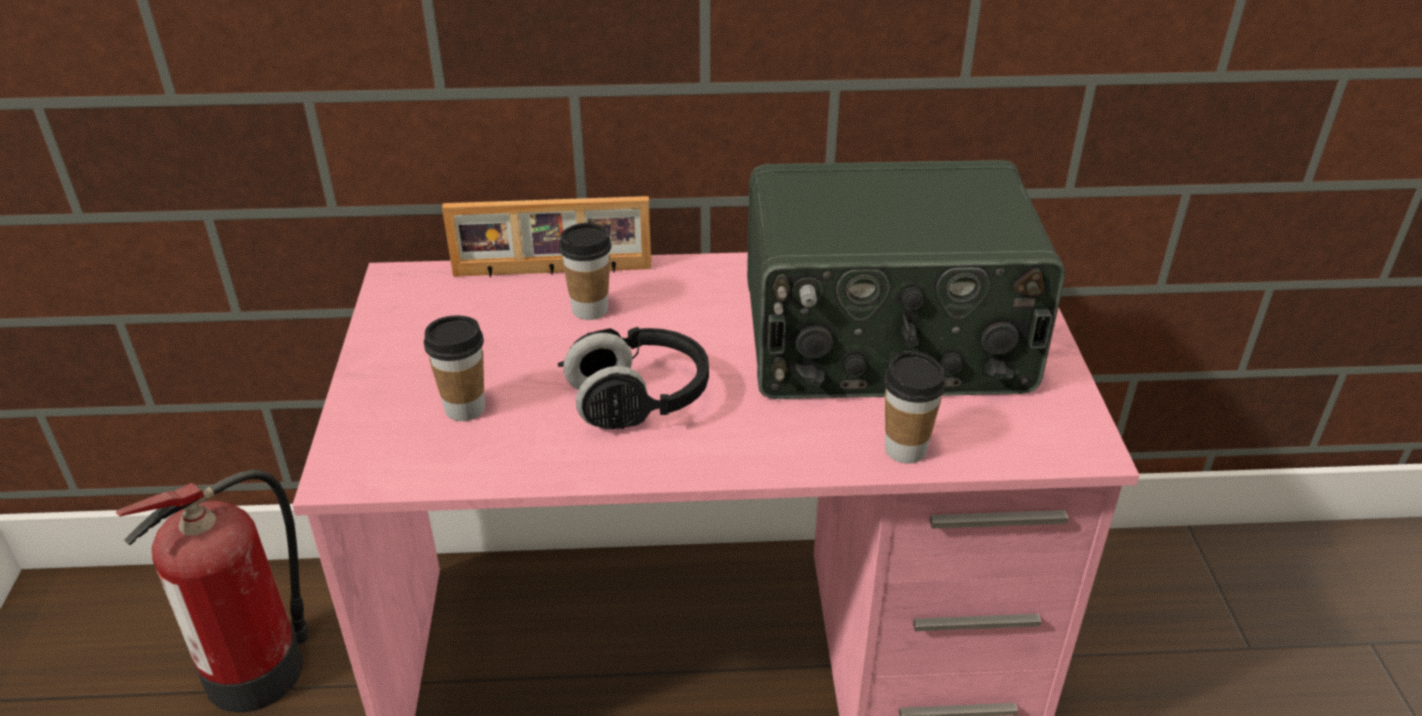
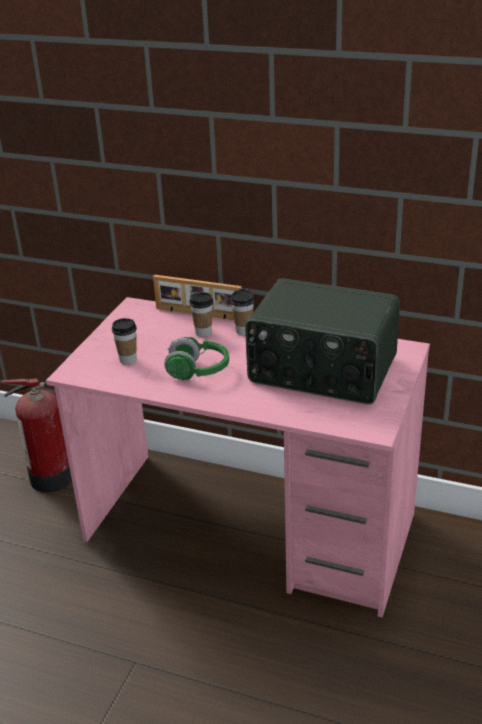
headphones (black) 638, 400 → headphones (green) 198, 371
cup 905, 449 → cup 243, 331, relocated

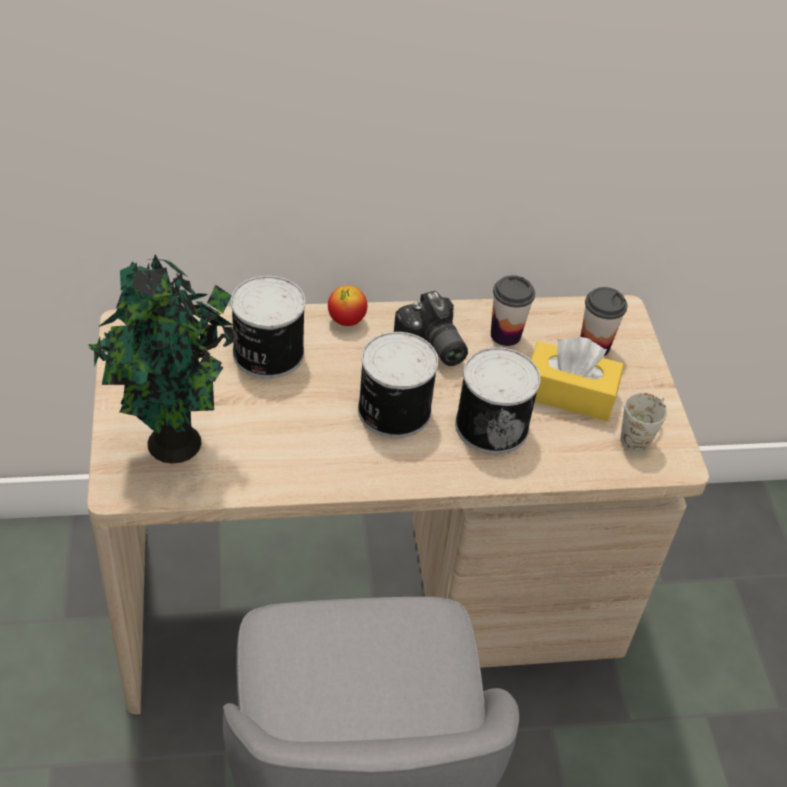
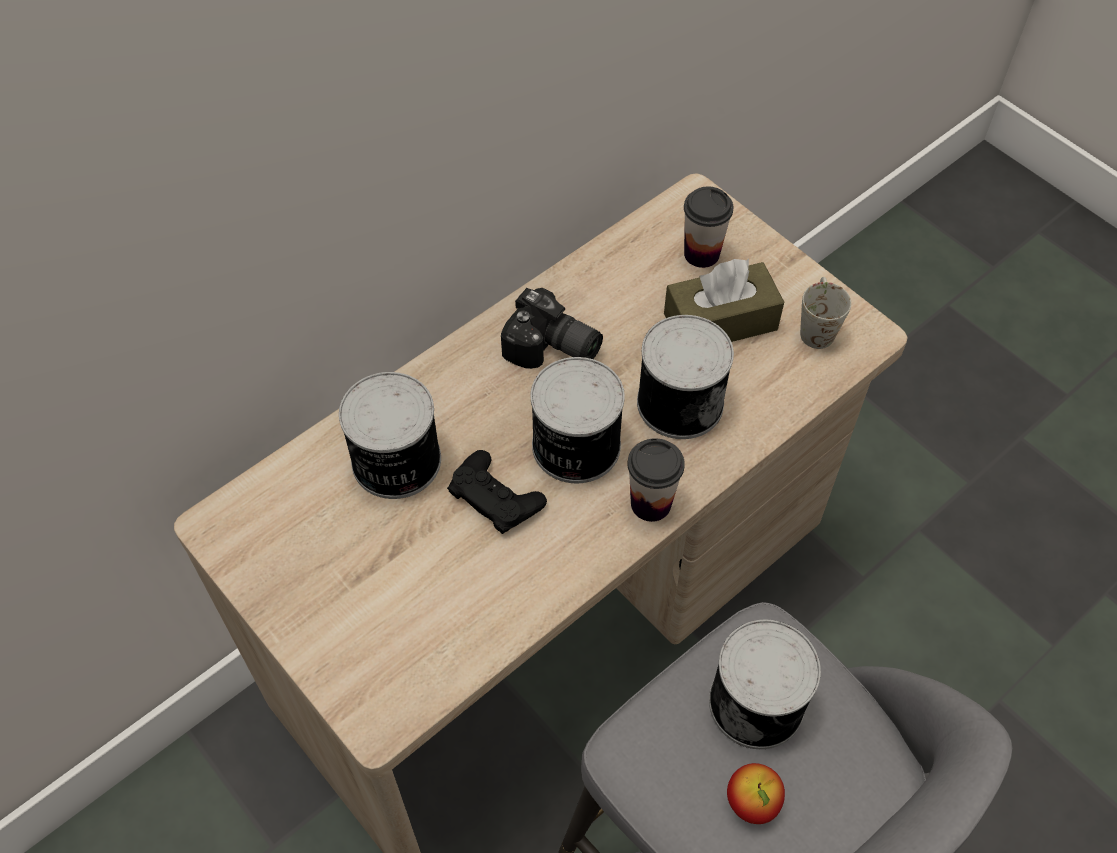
potted plant 175, 447 → -
apple 346, 321 → apple 752, 802, relocated
cup 505, 335 → cup 651, 503, relocated
tissue box (yellow) 568, 394 → tissue box (brown) 720, 322
- → game controller (black) 495, 497
- → can 758, 701

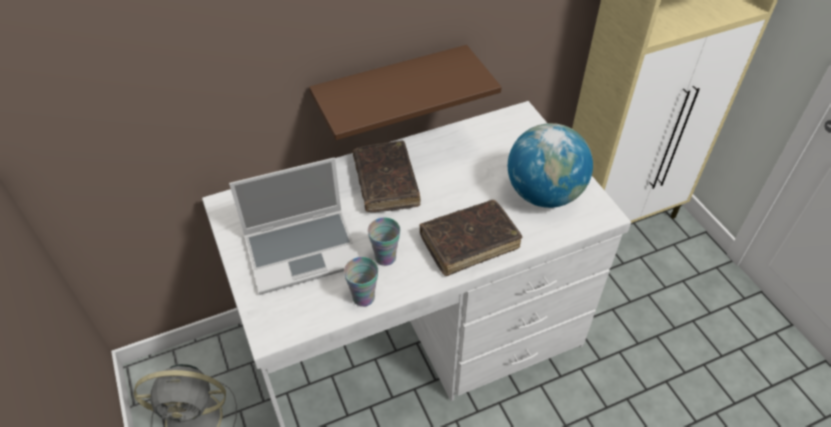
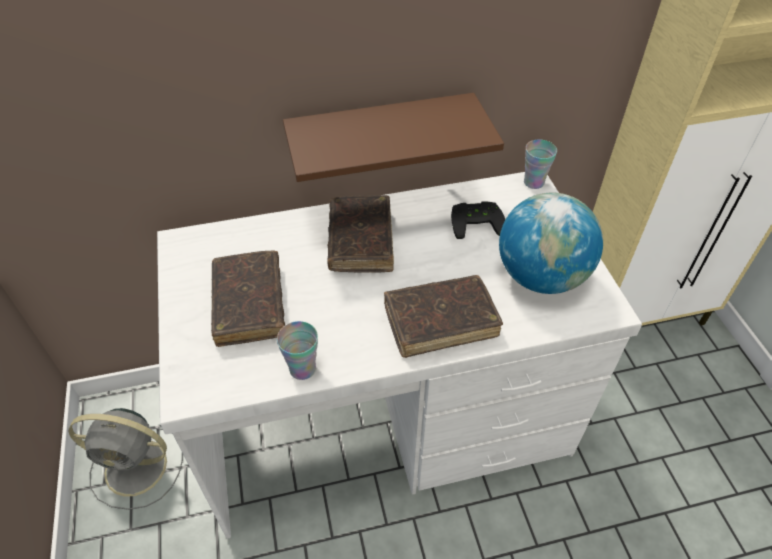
laptop 303, 250 → book (brown) 249, 304
cup 385, 257 → cup 533, 182, relocated
- → game controller (black) 476, 221

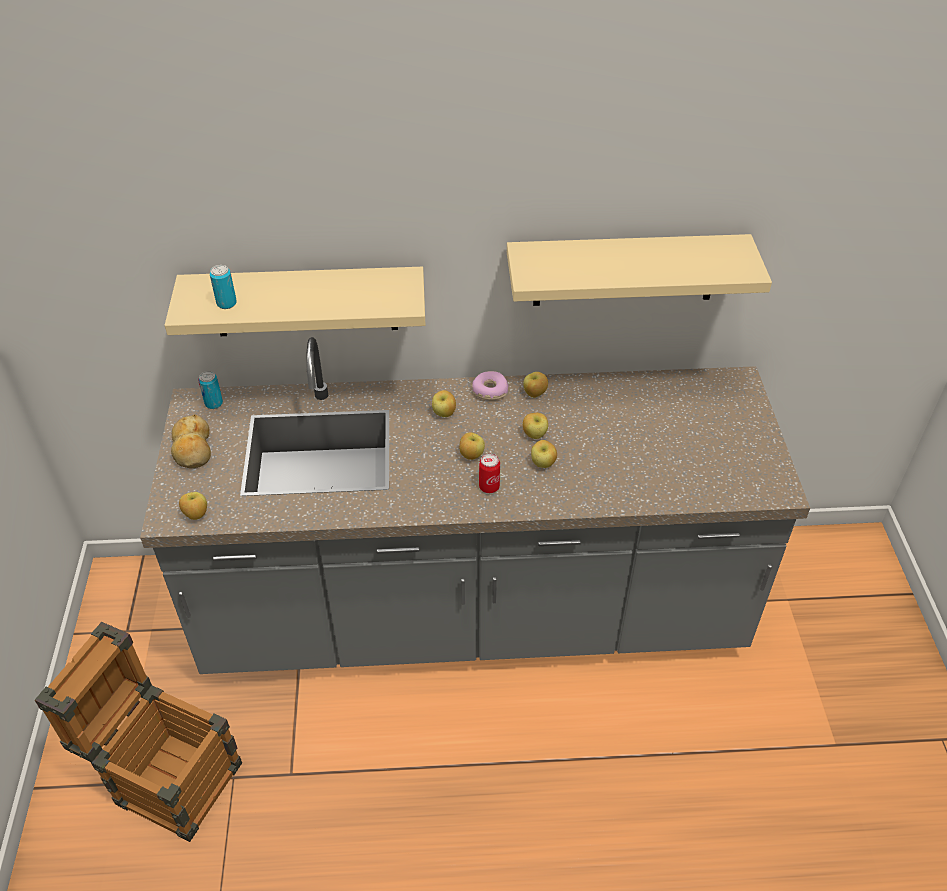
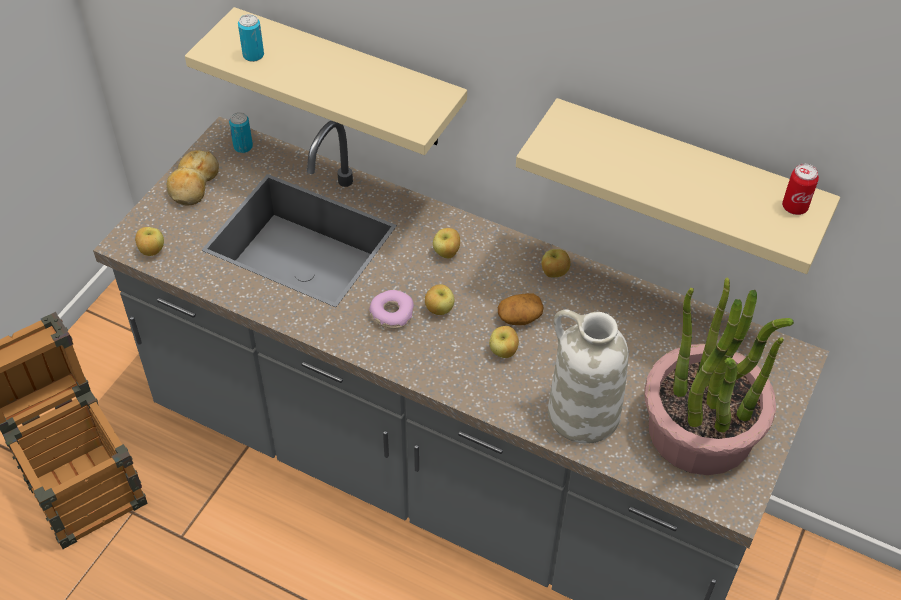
donut 489, 391 → donut 391, 314, relocated
can 489, 487 → can 794, 207, relocated
apple 535, 435 → potato 519, 317
- → vase (white) 582, 414
- → potted plant 700, 431

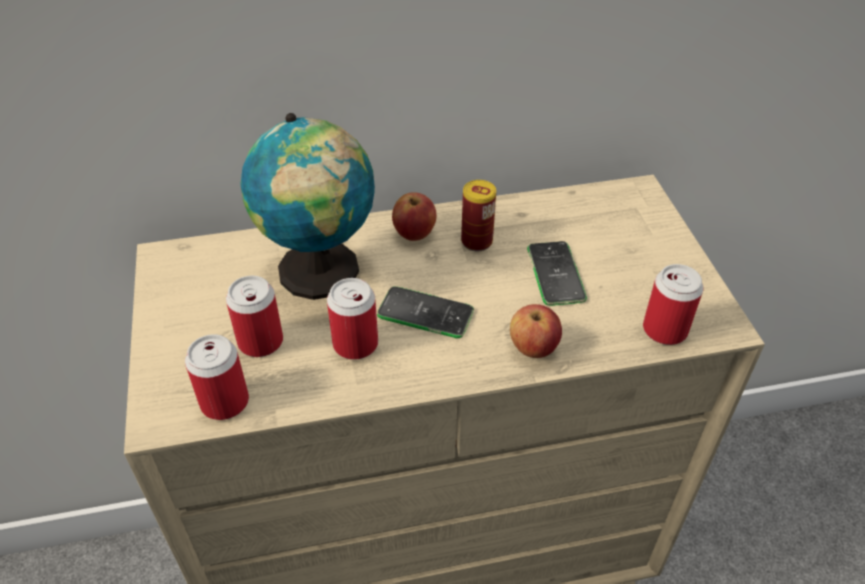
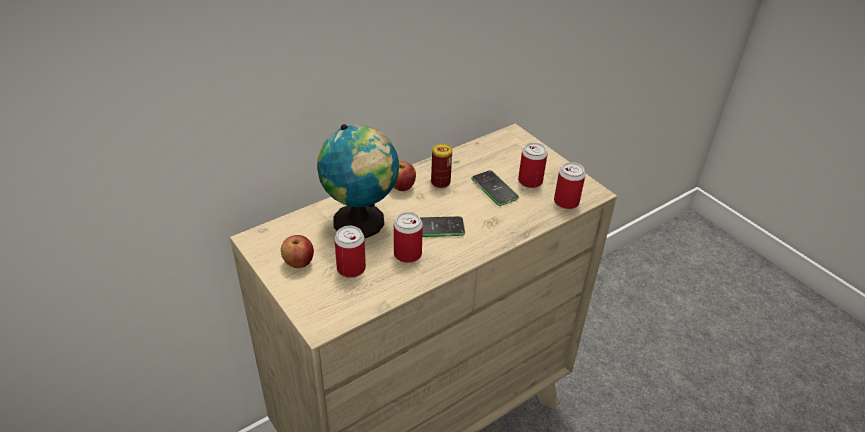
can 225, 402 → can 530, 181, relocated
apple 533, 348 → apple 299, 263, relocated

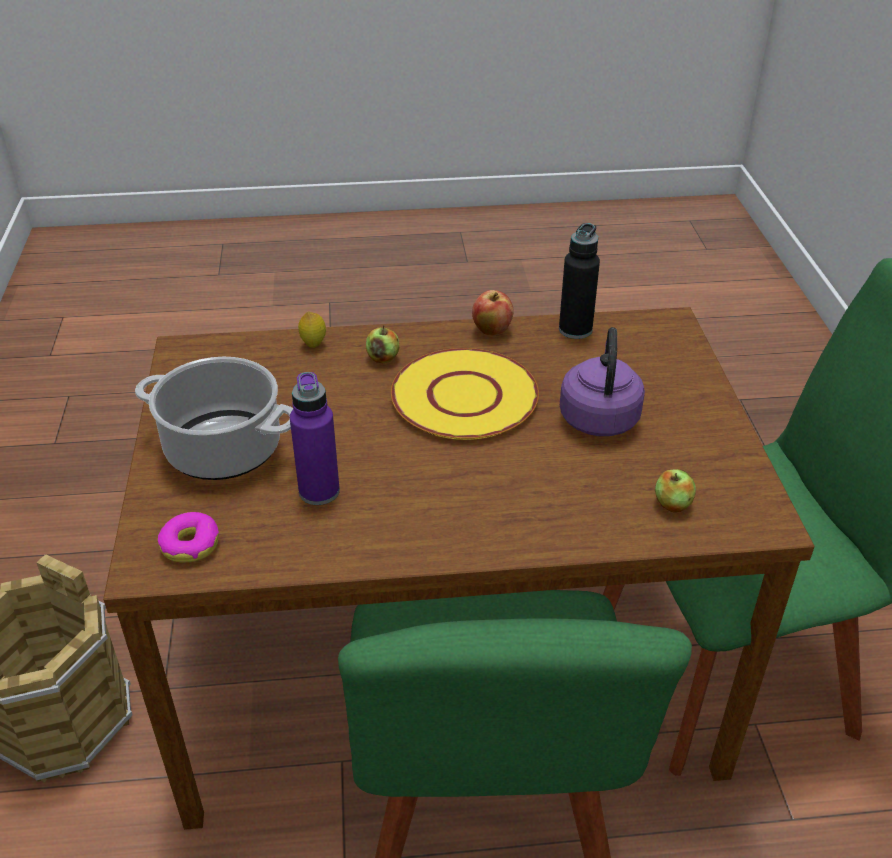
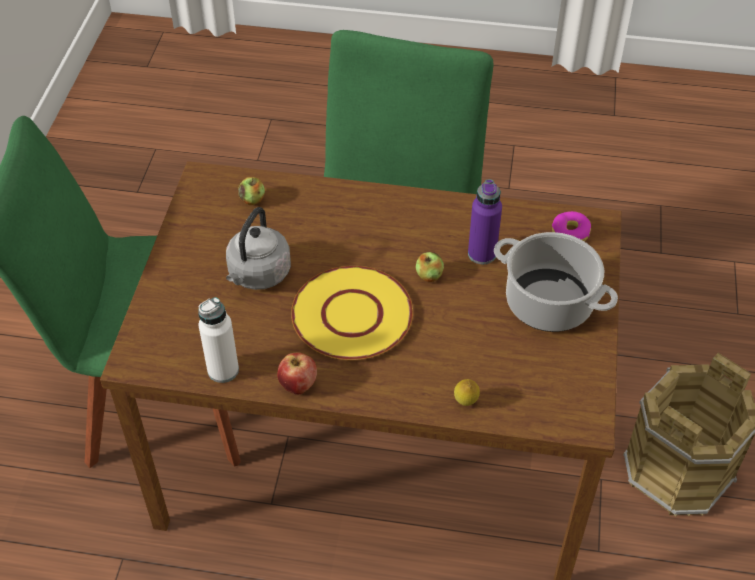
apple 383, 358 → apple 429, 275, relocated
bottle (black) 575, 330 → bottle (white) 223, 370
kettle (purple) 599, 416 → kettle (grey) 258, 275

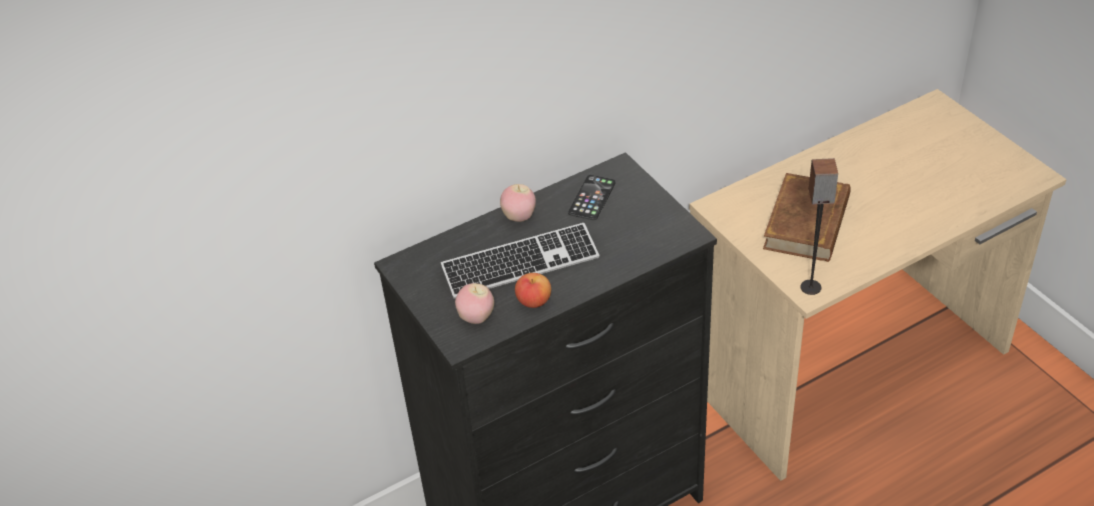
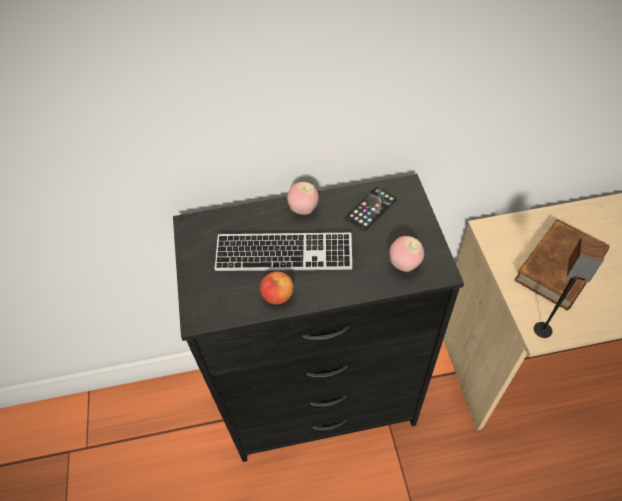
apple 476, 318 → apple 404, 264, relocated

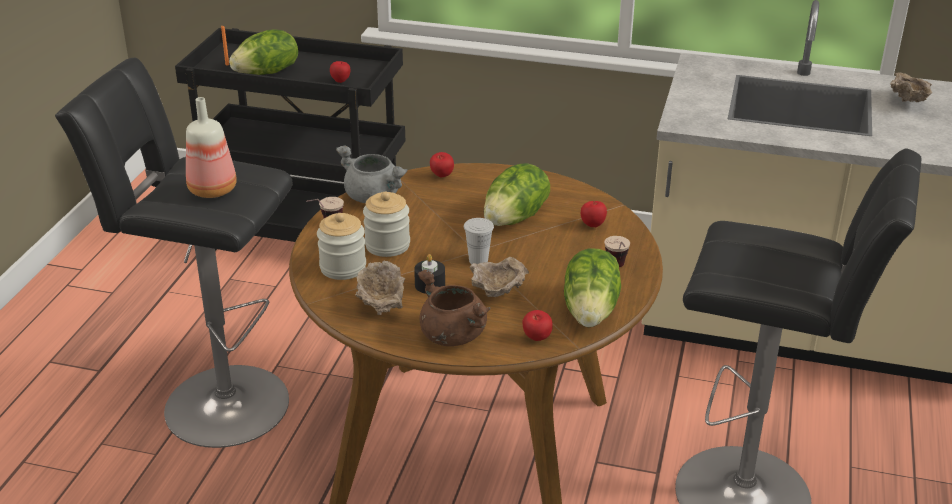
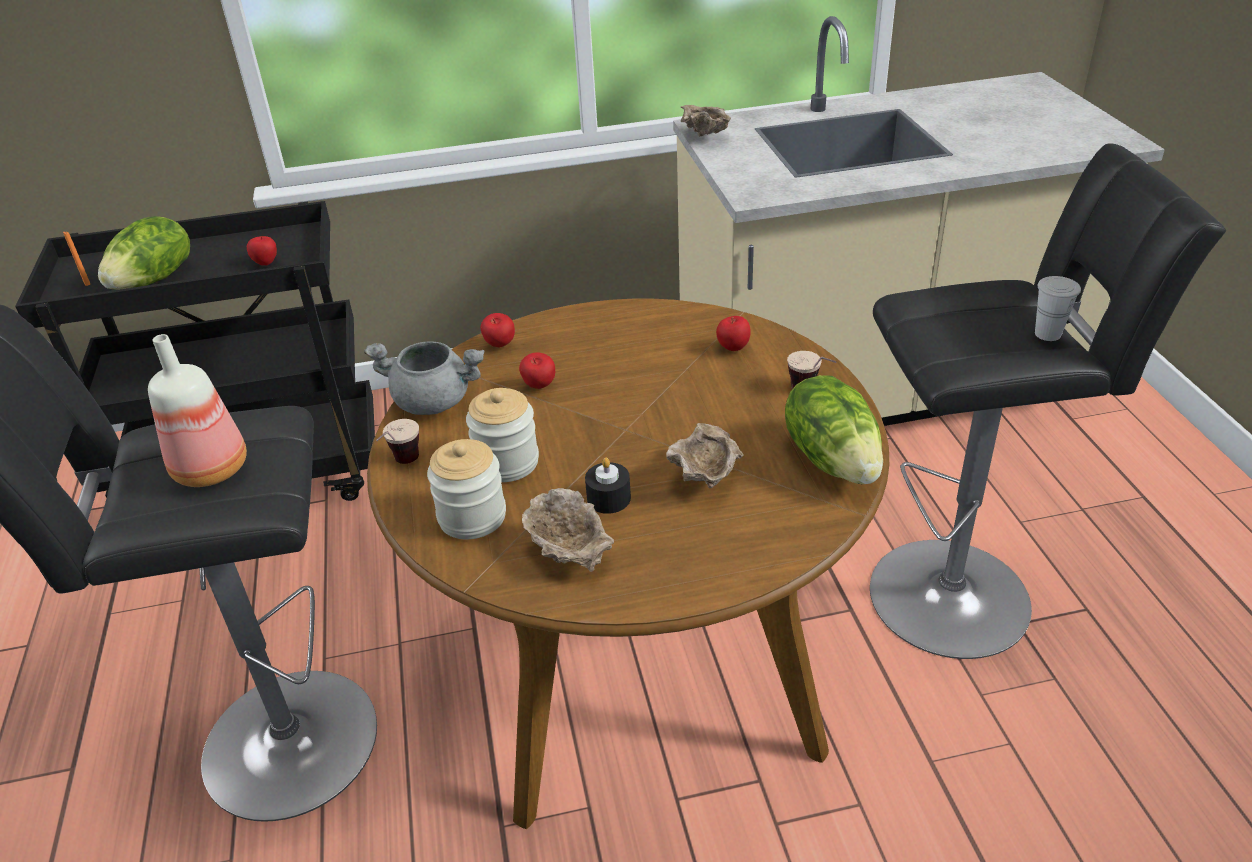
cooking pot (brown) 451, 335 → -
cup (white) 478, 260 → cup (white) 1047, 334, relocated
lettuce 516, 218 → -
apple 536, 339 → apple 539, 387, relocated
bowl (beige) 907, 102 → bowl (beige) 704, 136, relocated

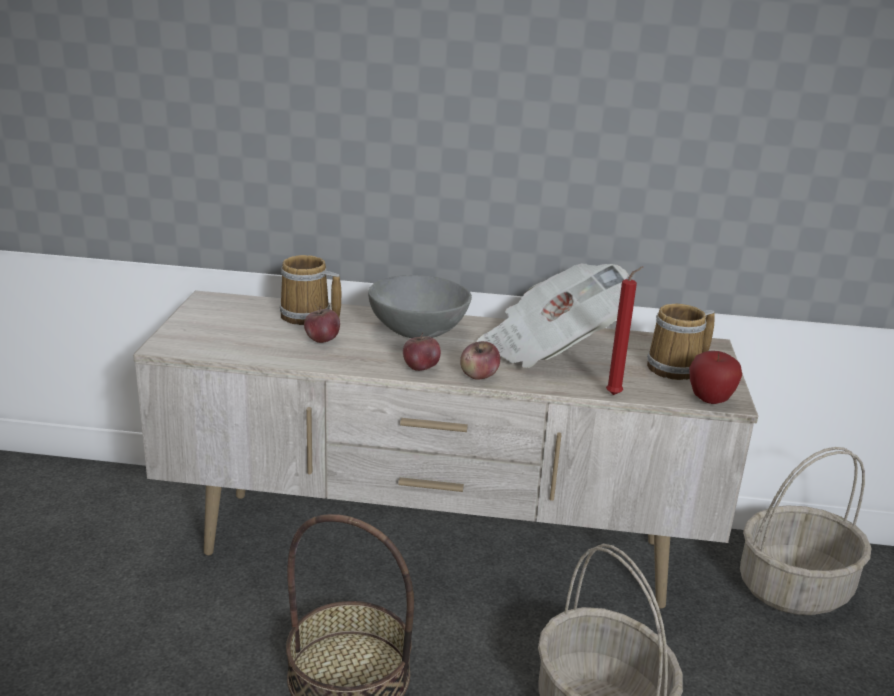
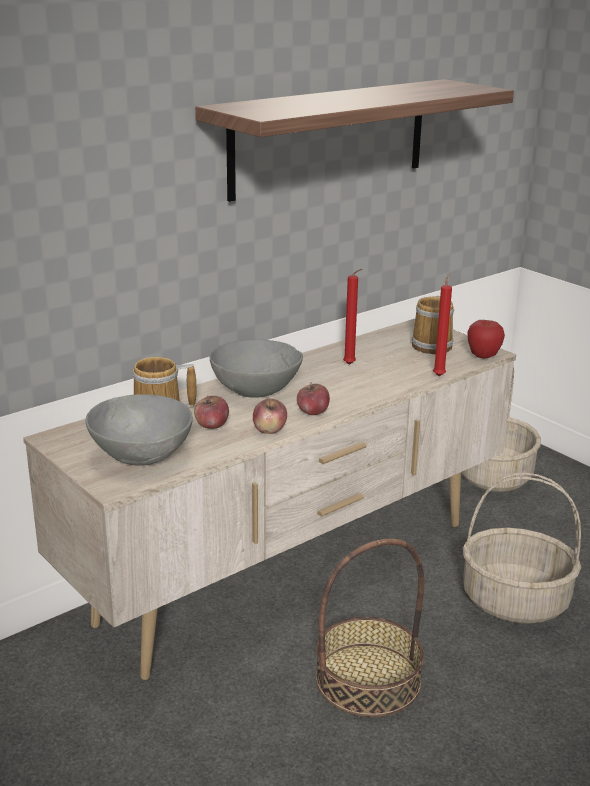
apple 479, 376 → apple 269, 430, relocated
newspaper 548, 348 → candle (red) 350, 365
- → bowl (grey) 142, 455
- → shelf 330, 138

